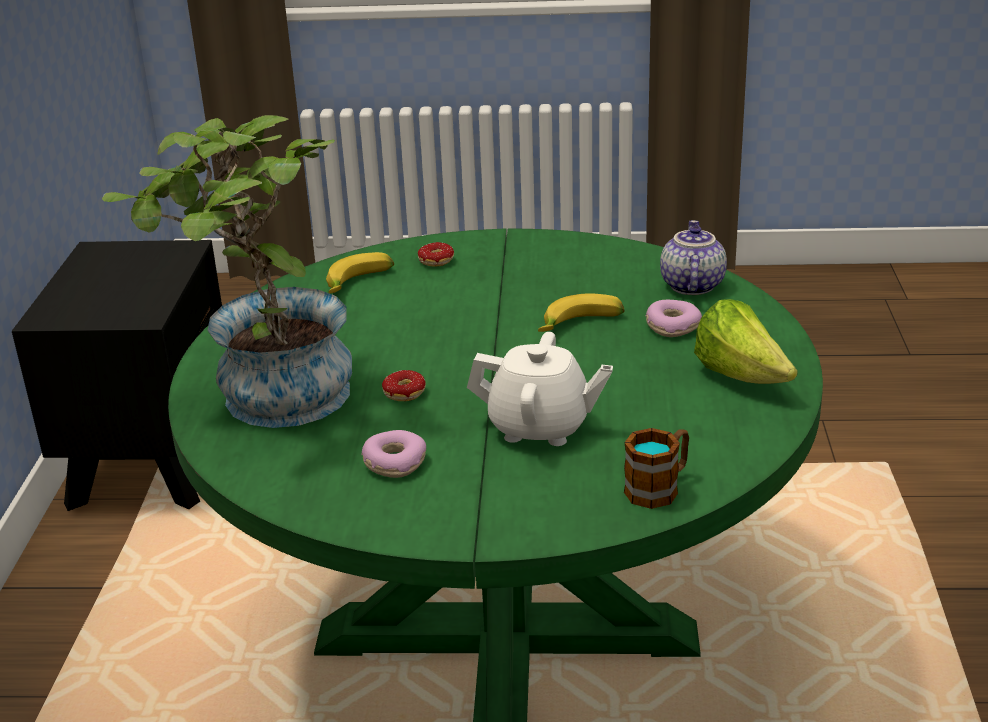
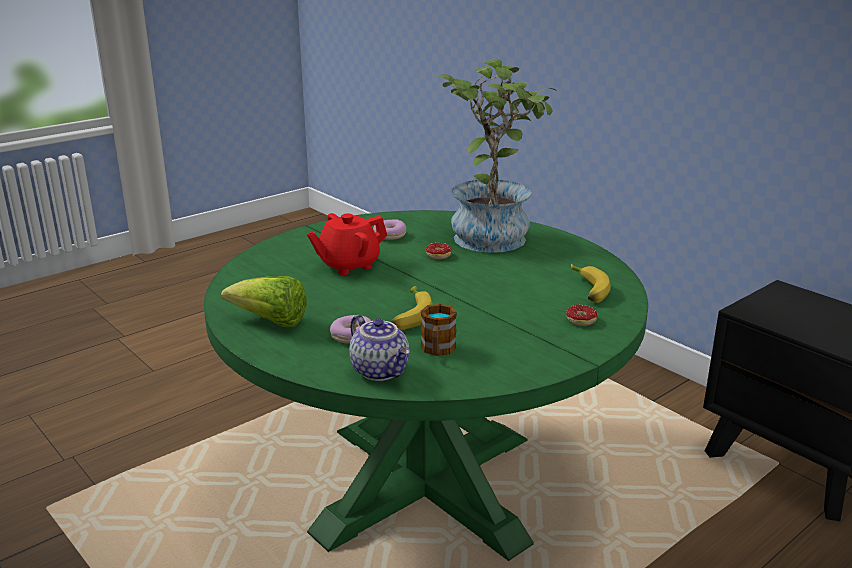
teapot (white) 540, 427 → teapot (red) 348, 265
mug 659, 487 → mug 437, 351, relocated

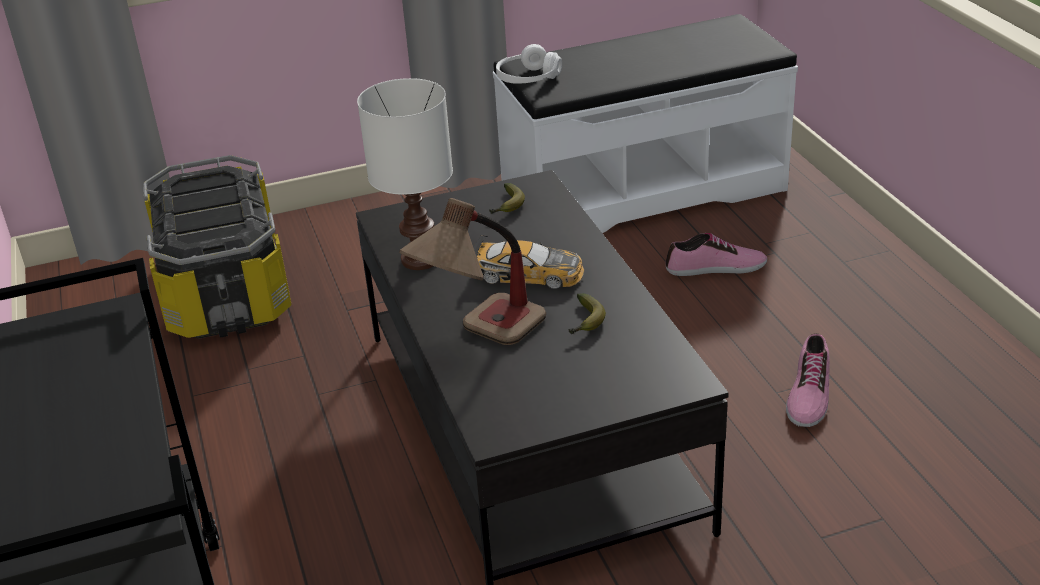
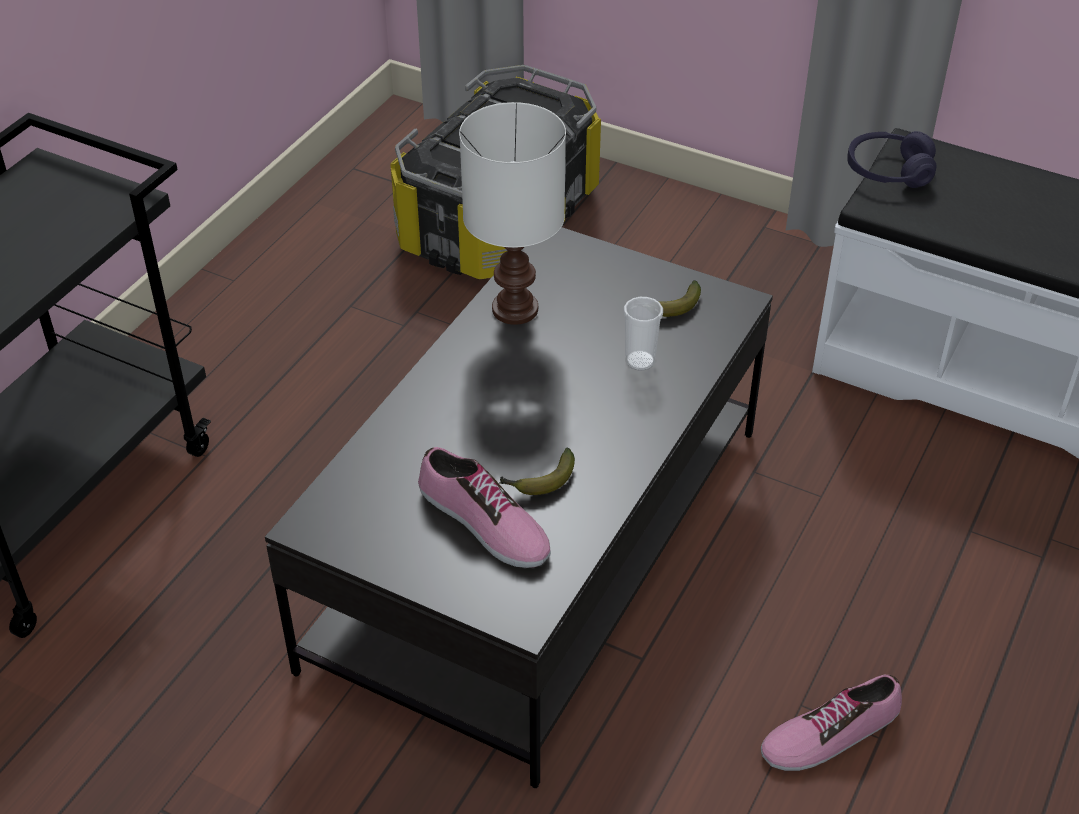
table lamp 480, 343 → -
toy car 528, 273 → -
headphones (white) 528, 79 → headphones (purple) 888, 172
shoe 716, 268 → shoe 483, 523, relocated
- → cup 640, 361

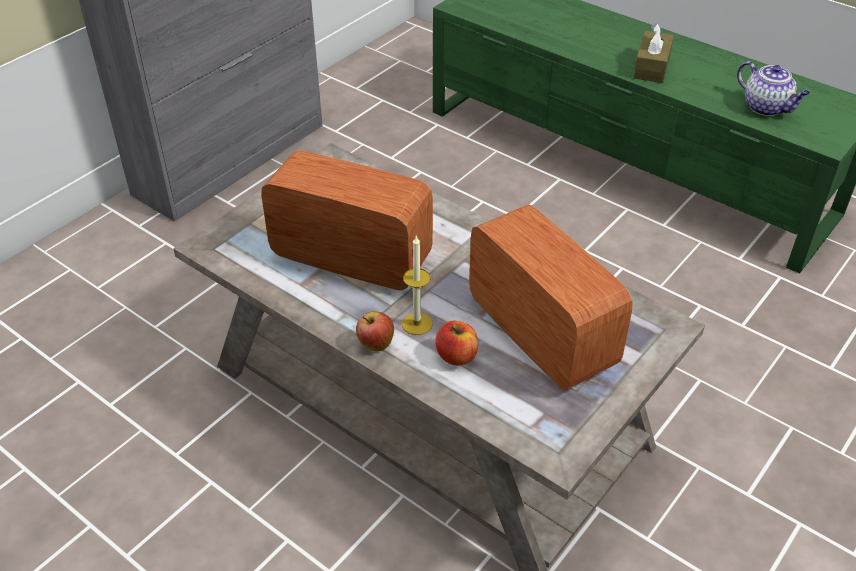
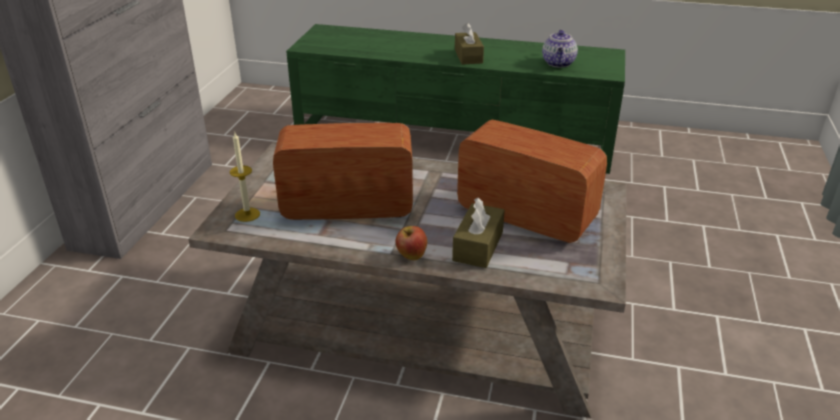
candle 417, 324 → candle 247, 214, relocated
apple 456, 356 → tissue box (brown) 478, 246
teapot 767, 107 → teapot 558, 63, 75 degrees clockwise

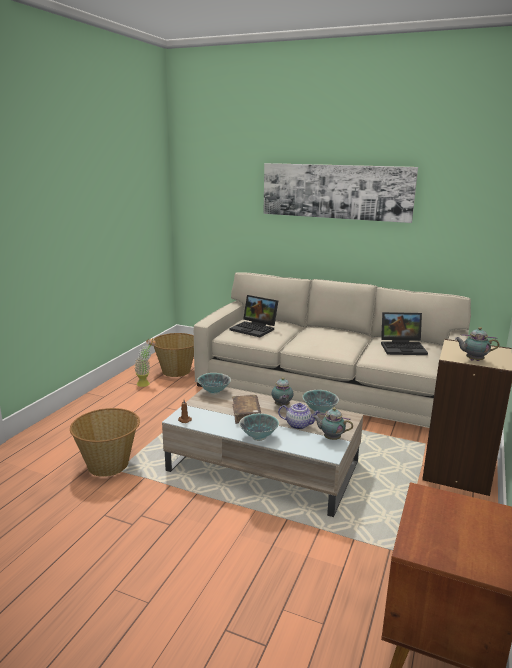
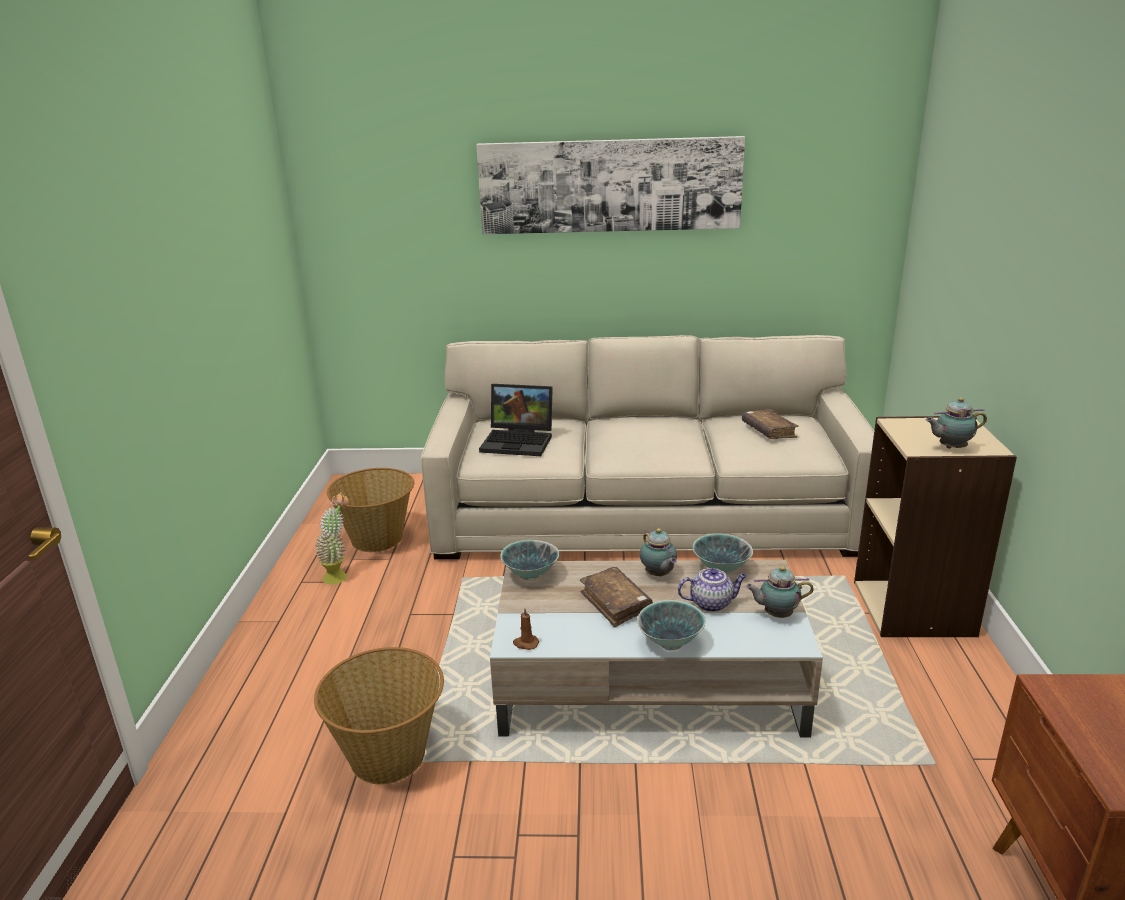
laptop 403, 347 → book (brown) 768, 431

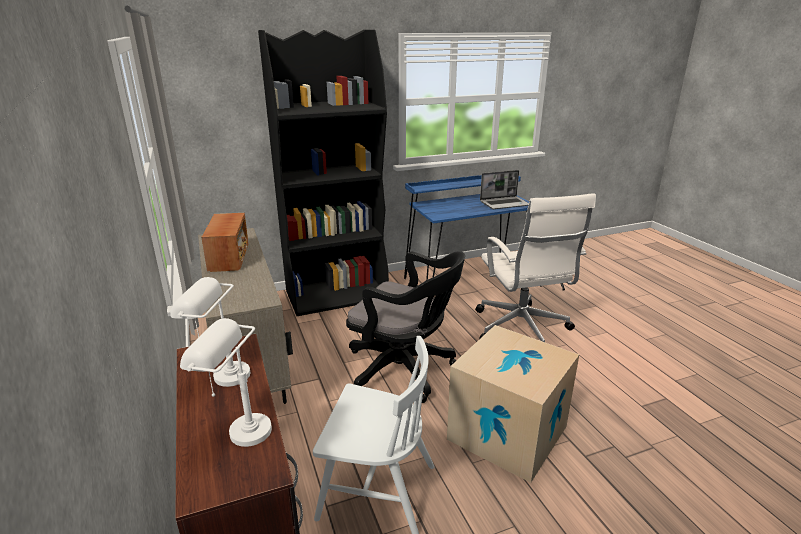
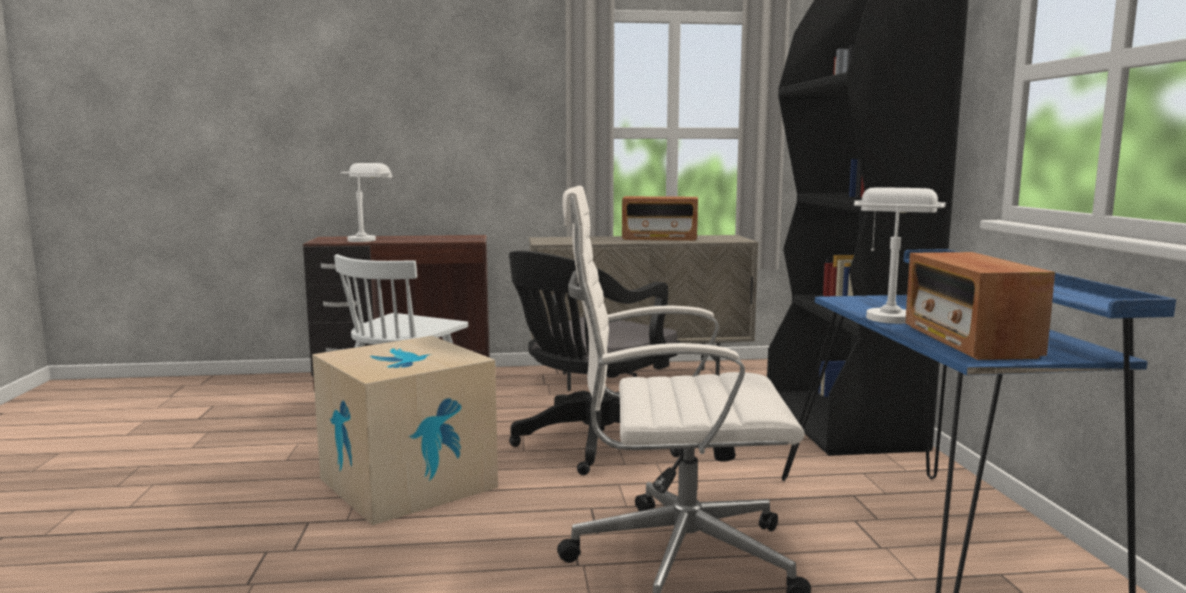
table lamp (white) 219, 375 → table lamp (white) 889, 315, relocated
laptop 504, 204 → radio 968, 341

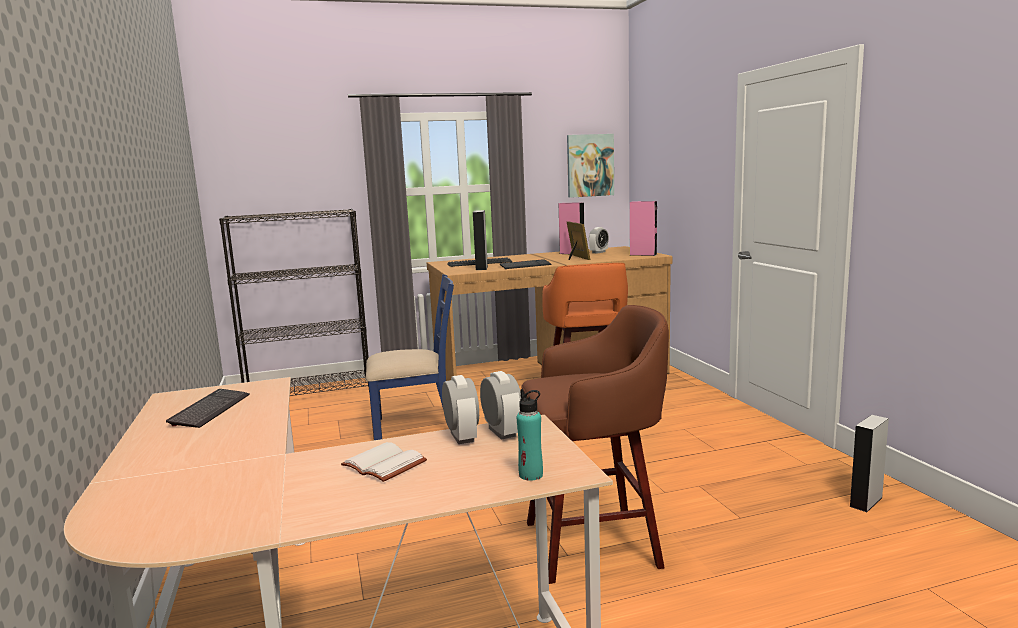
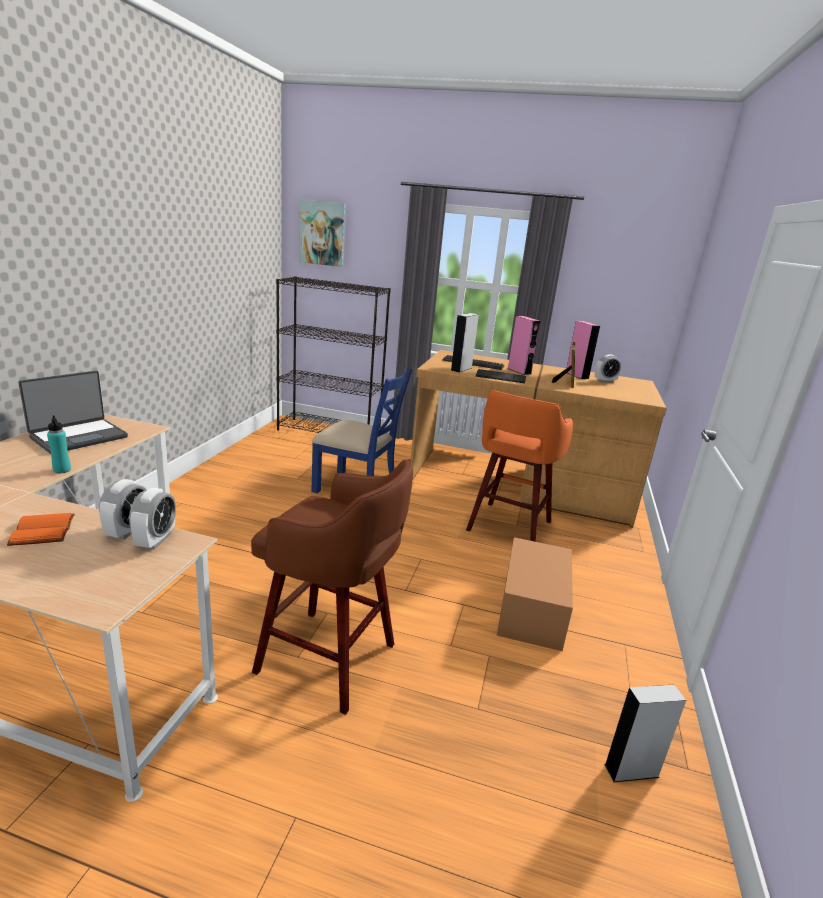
keyboard 210, 410 → laptop 78, 437
book (white) 386, 464 → book (orange) 44, 531
bottle (turquoise) 531, 475 → bottle (turquoise) 62, 470, relocated
picture 590, 165 → picture 322, 233, relocated
speaker (pink) 643, 254 → speaker (pink) 519, 371, relocated
- → cardboard box 532, 609

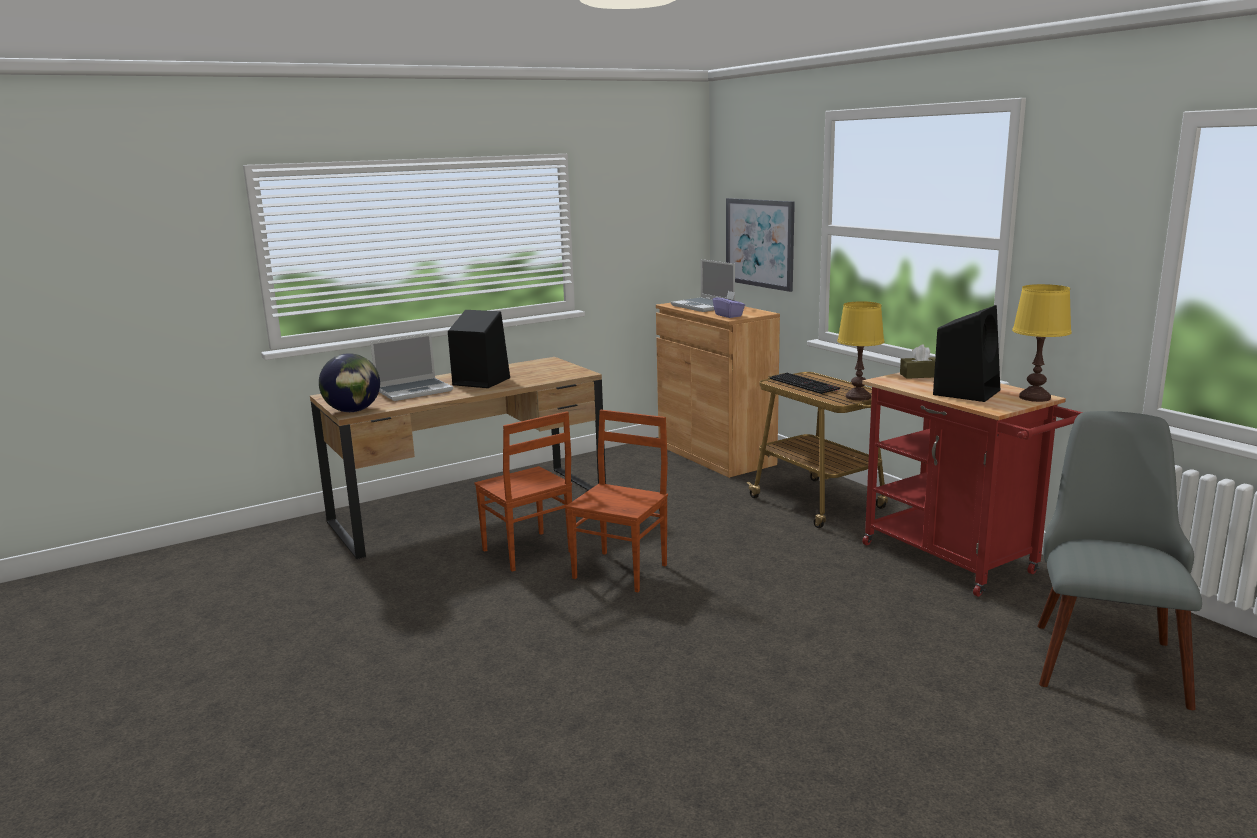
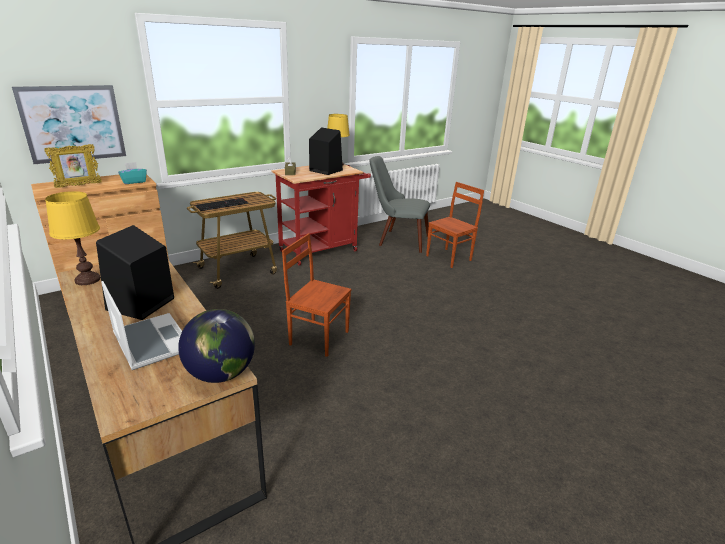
chair (brown) 527, 552 → chair (brown) 449, 258, relocated
laptop 704, 306 → picture frame 78, 185
tissue box (purple) 728, 315 → tissue box (turquoise) 134, 182
table lamp (yellow) 858, 397 → table lamp (yellow) 87, 280, relocated

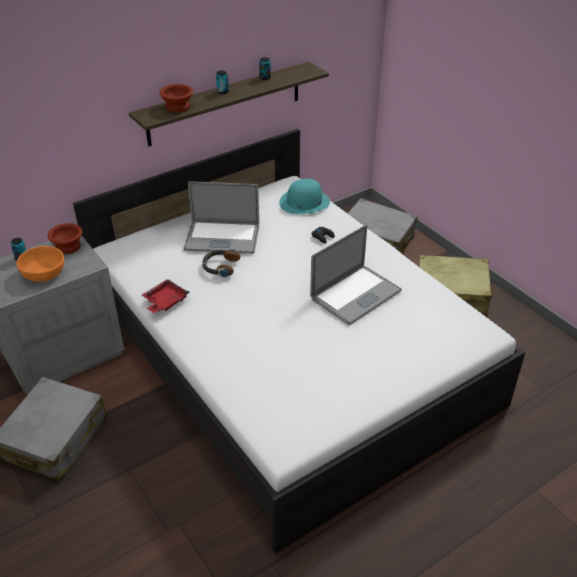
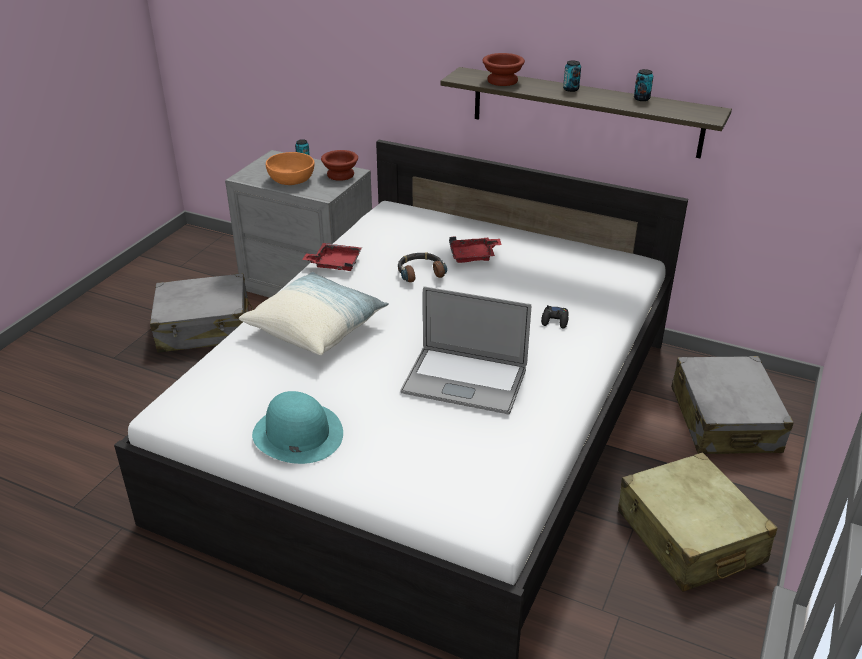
laptop 222, 237 → tray (red) 473, 256
hat (turquoise) 304, 202 → hat (turquoise) 297, 434, relocated
- → pillow 316, 328

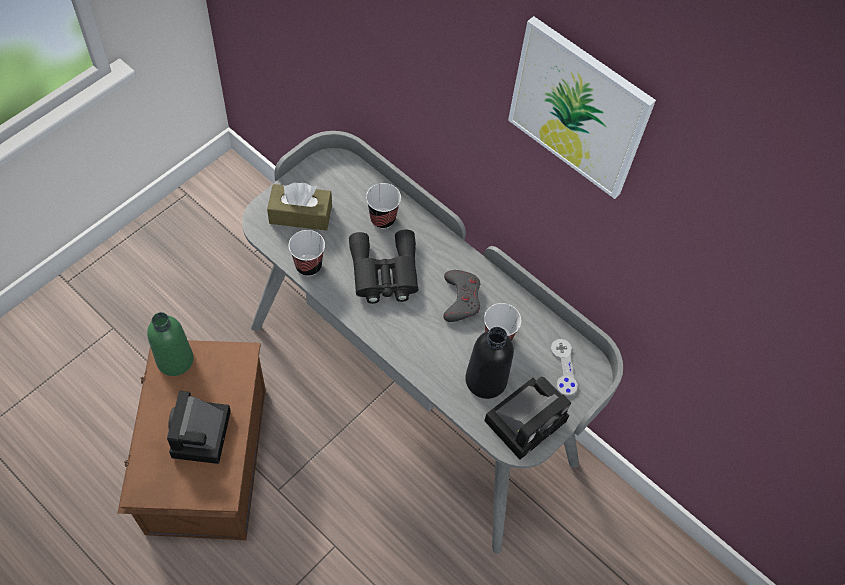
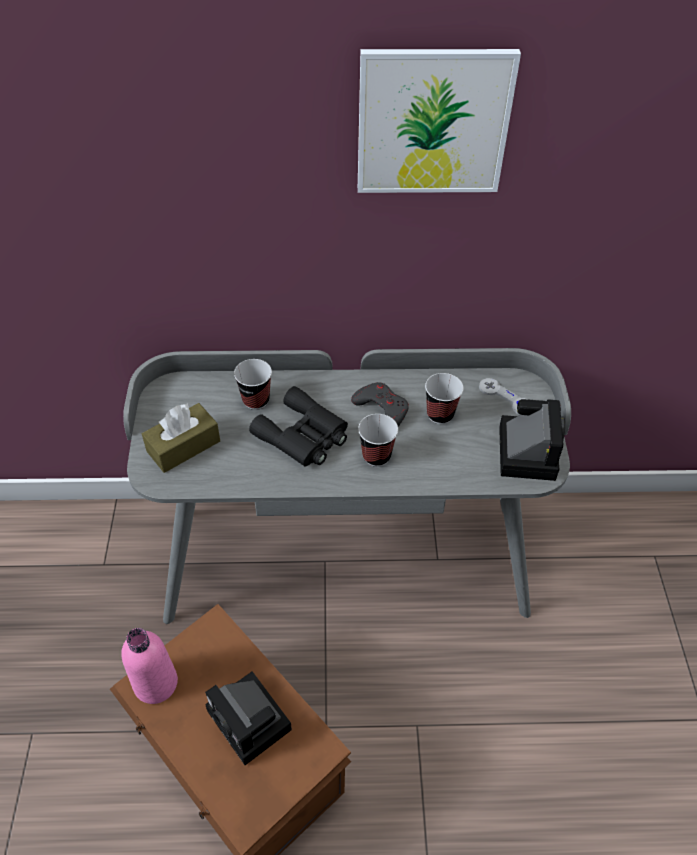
bottle (green) 175, 360 → bottle (pink) 155, 683
cup 308, 266 → cup 376, 456, relocated
bottle (black) 486, 380 → -

